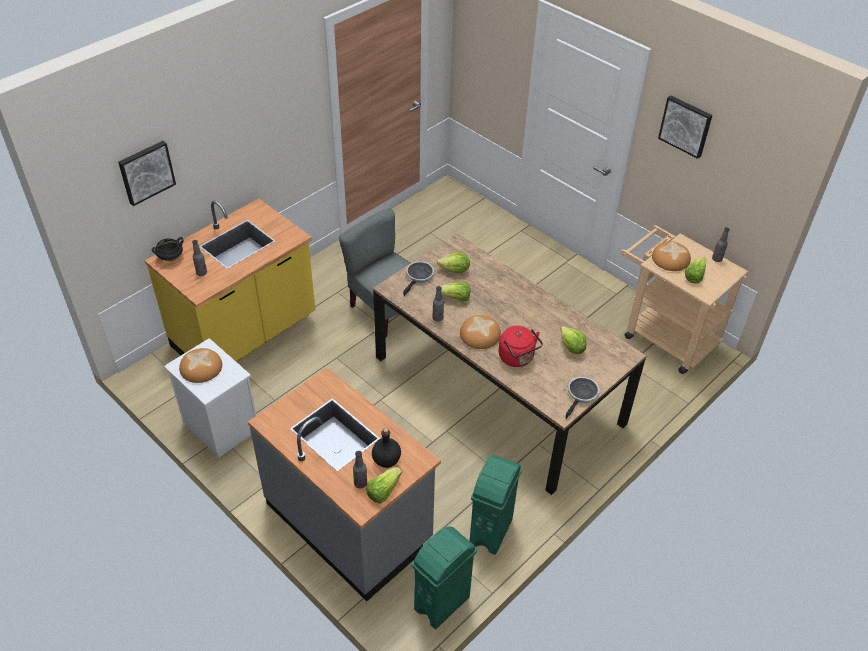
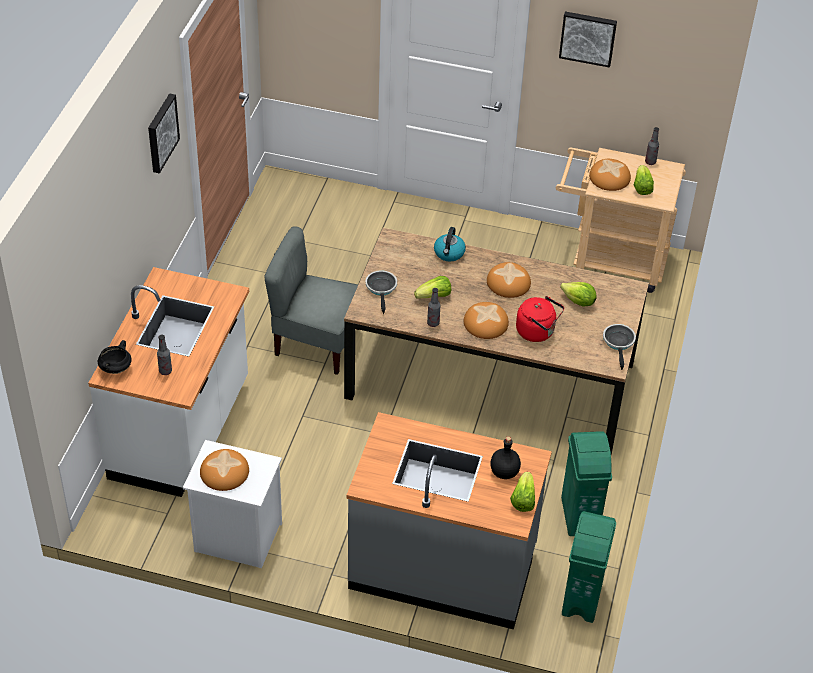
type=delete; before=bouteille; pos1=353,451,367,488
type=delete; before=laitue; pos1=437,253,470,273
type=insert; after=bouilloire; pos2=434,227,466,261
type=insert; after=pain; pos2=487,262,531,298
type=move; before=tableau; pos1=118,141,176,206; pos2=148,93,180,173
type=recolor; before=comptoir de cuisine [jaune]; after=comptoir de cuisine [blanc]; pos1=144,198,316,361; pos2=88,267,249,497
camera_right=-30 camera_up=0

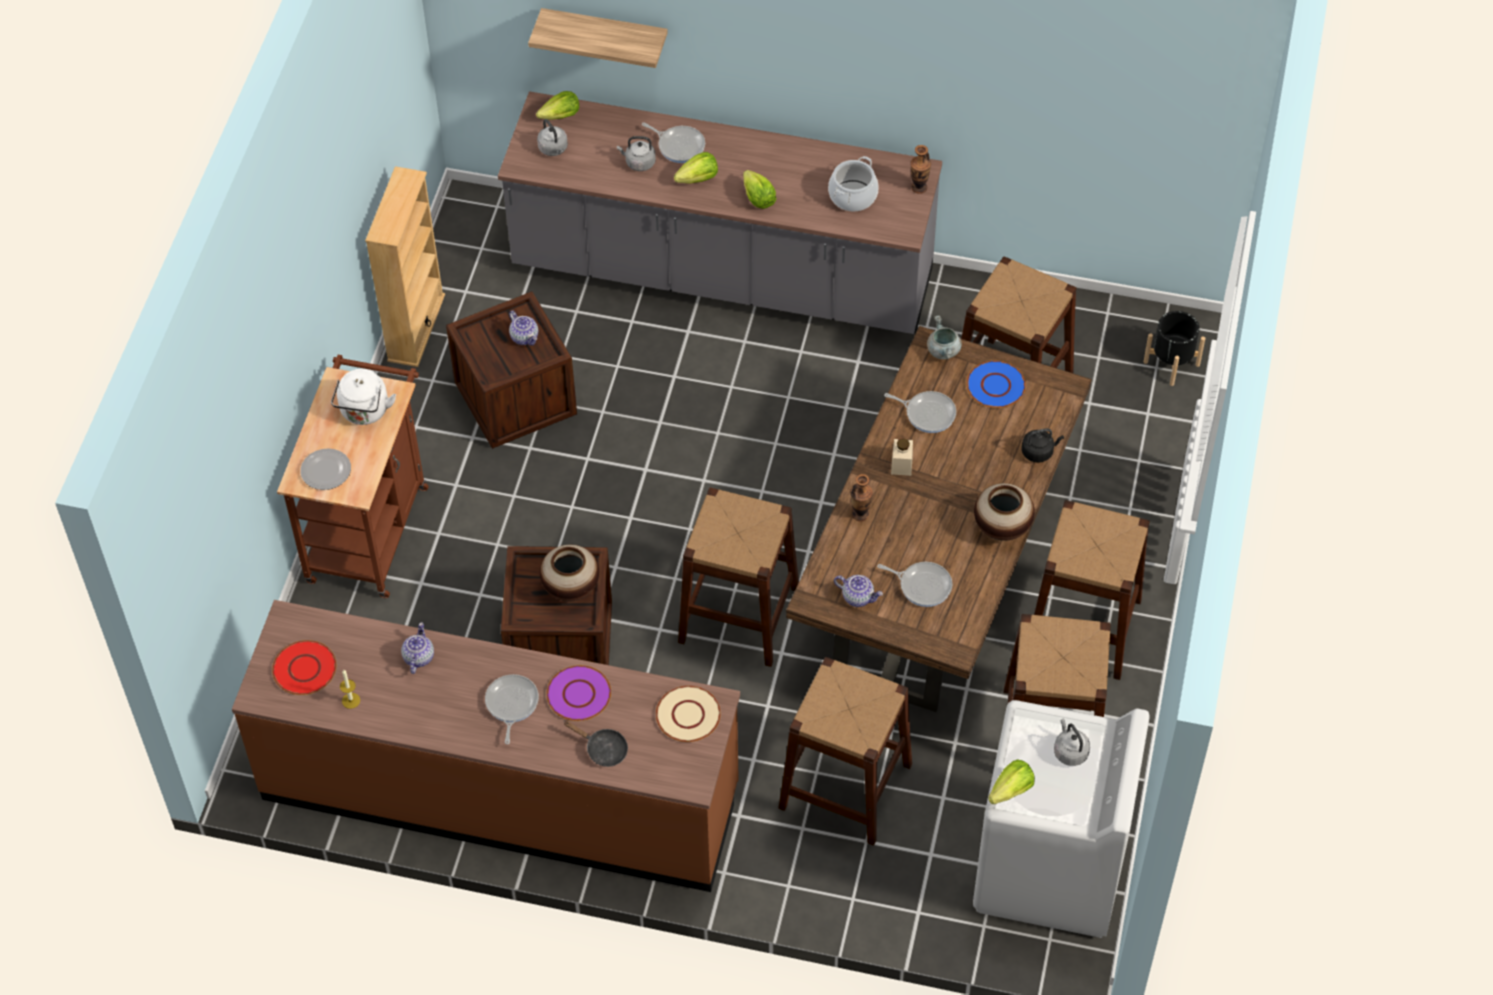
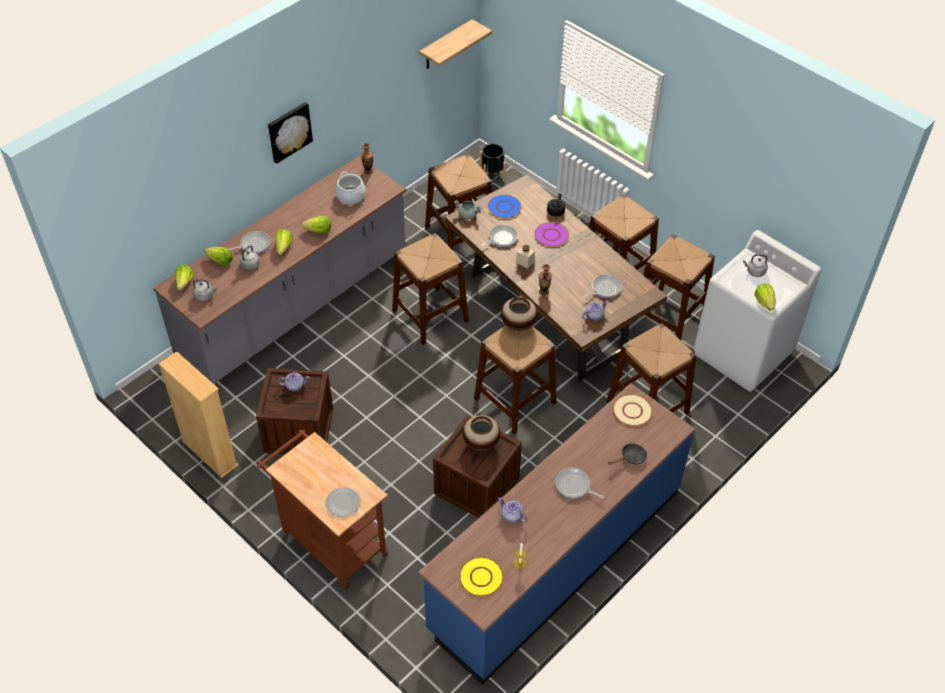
type=delete; before=bouilloire [blanc]; pos1=331,369,396,425
type=insert; after=laitue; pos2=204,247,233,266
type=insert; after=tableau; pos2=268,102,313,164
type=insert; after=tabouret [marron]; pos2=392,233,469,345
type=move; before=étagère; pos1=528,8,668,68; pos2=419,19,492,69
type=move; before=assiette [violet]; pos1=547,665,611,721; pos2=534,222,569,247
type=move; before=vase; pos1=974,483,1035,541; pos2=501,297,537,331
type=recolor; before=comptoir de cuisine [marron]; after=comptoir de cuisine [bleu]; pos1=232,600,740,892; pos2=419,383,695,685
type=recolor; before=assiette [rouge]; after=assiette [jaune]; pos1=272,640,336,695; pos2=459,557,503,596
camera_right=-60 camera_up=-5

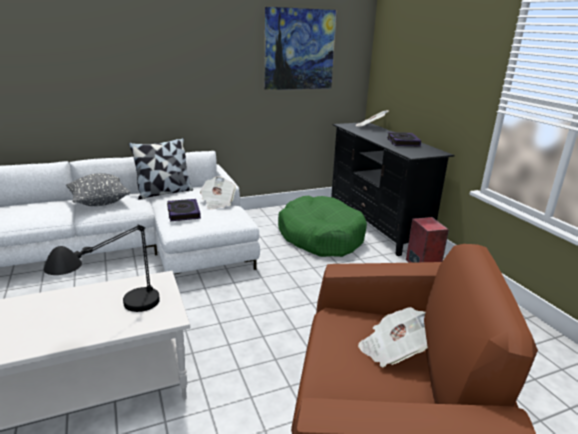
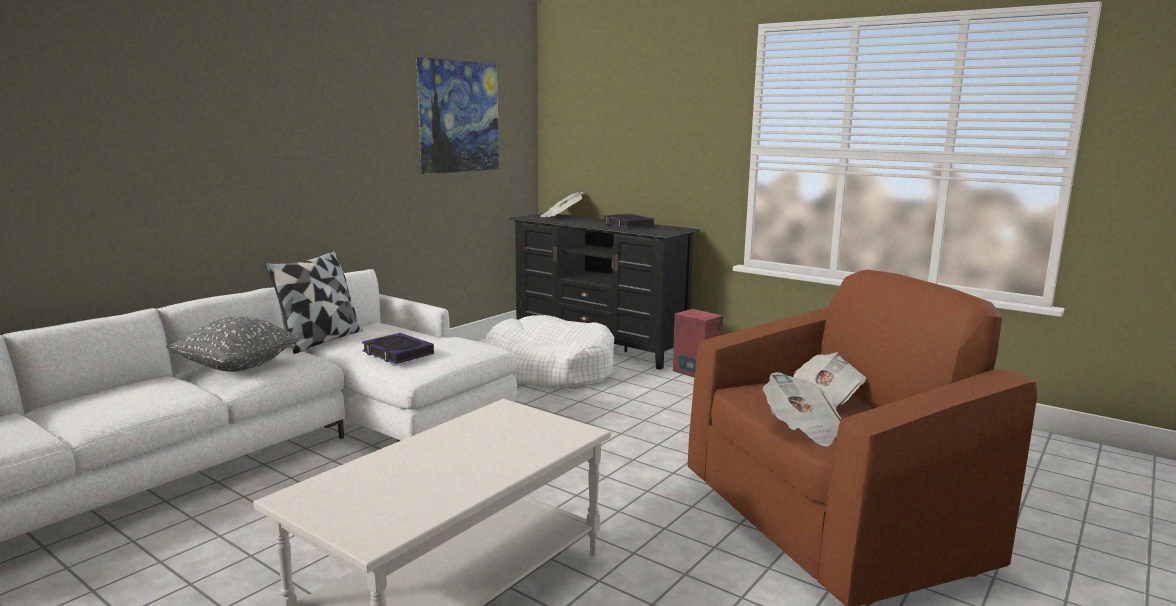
type=delete; before=lampe de table [noir]; pos1=44,225,160,312
type=move; before=journal; pos1=200,176,236,209; pos2=763,372,841,447
type=recolor; before=panier pour chien [vert]; after=panier pour chien [blanc]; pos1=278,196,367,257; pos2=484,315,614,389
camera_right=-30 camera_up=-10

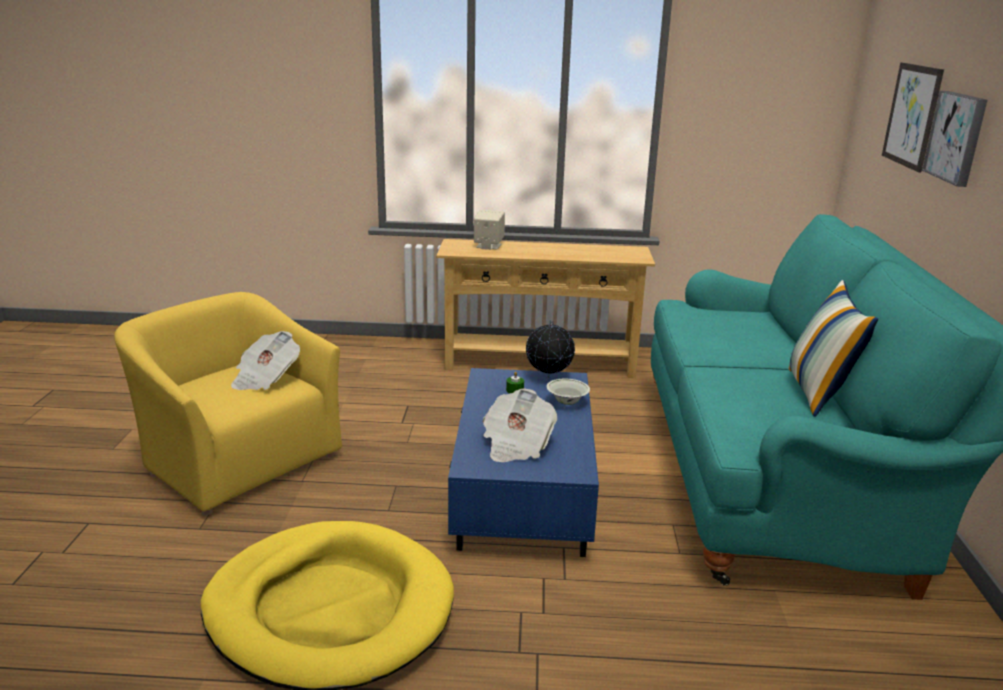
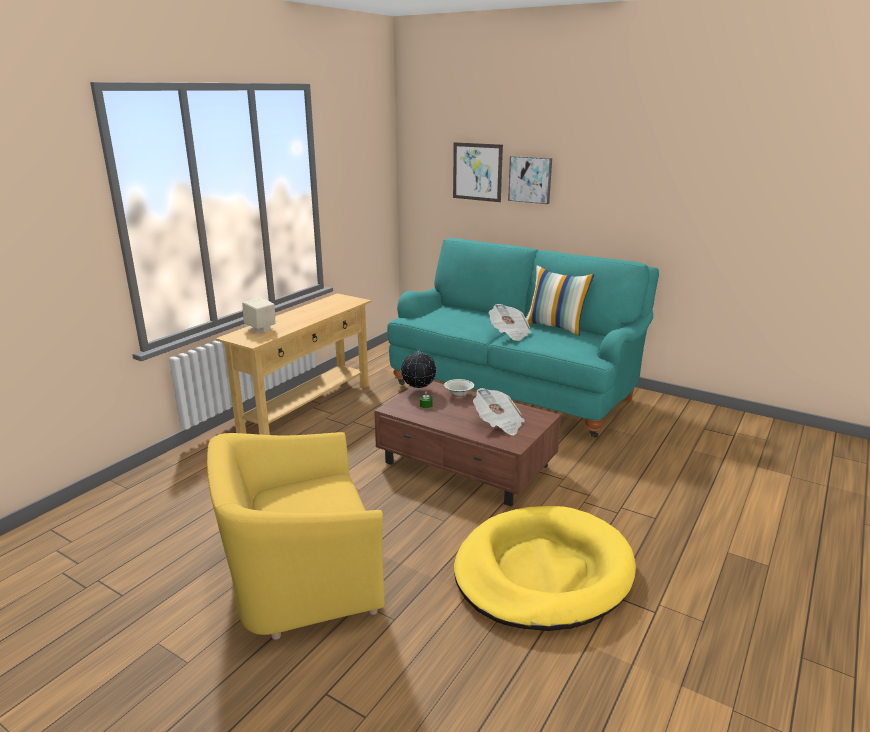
type=move; before=journal; pos1=231,331,300,390; pos2=489,304,531,341
type=recolor; before=table basse [bleu]; after=table basse [marron]; pos1=448,368,599,557; pos2=374,381,561,507
camera_right=-60 camera_up=0

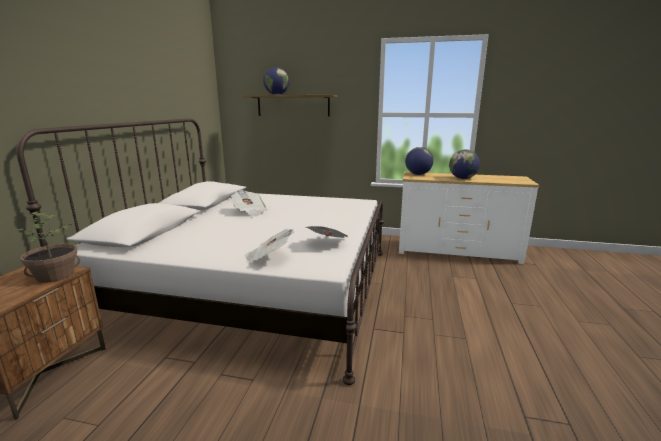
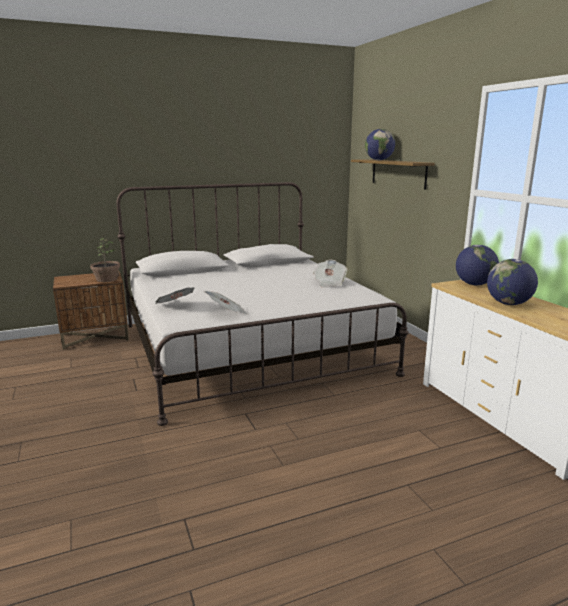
type=move; before=journal; pos1=231,190,267,217; pos2=313,260,347,288
camera_right=55 camera_up=0

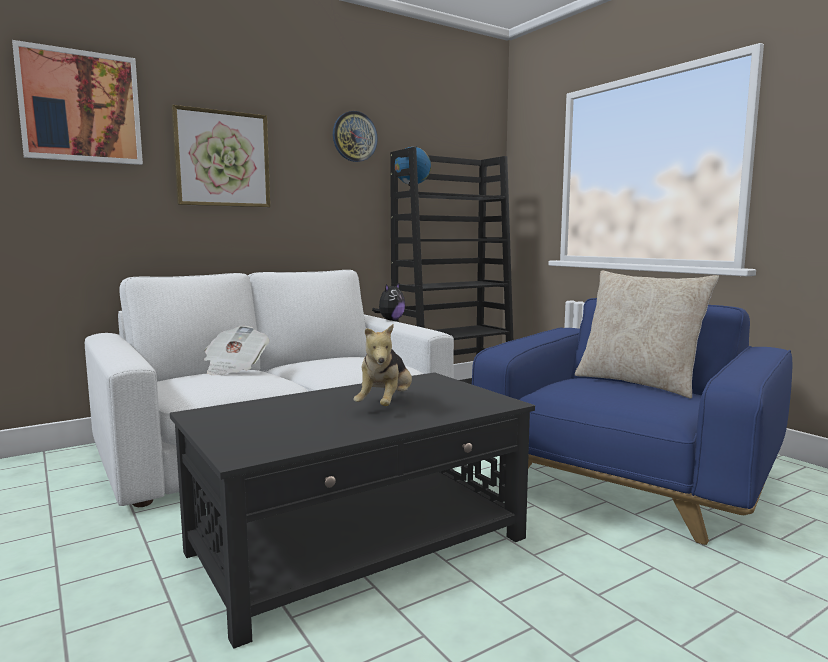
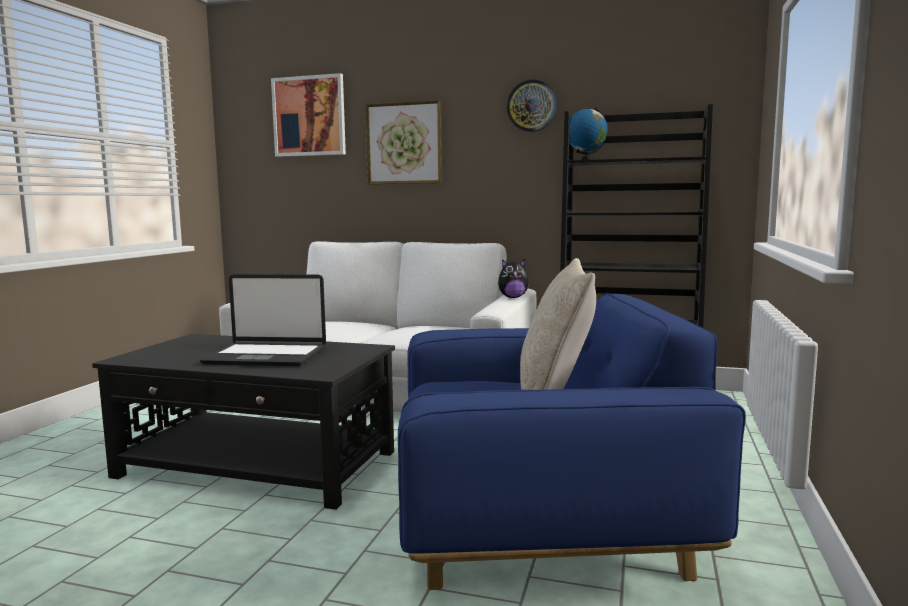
type=delete; before=journal; pos1=204,326,269,375
type=replace; before=peluche; after=ordinateur portable; pos1=354,324,412,406; pos2=200,274,326,366
camera_right=50 camera_up=0

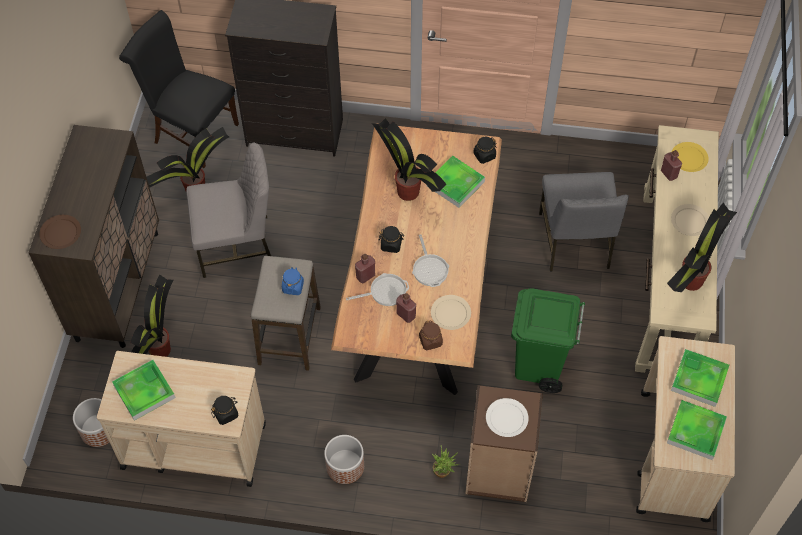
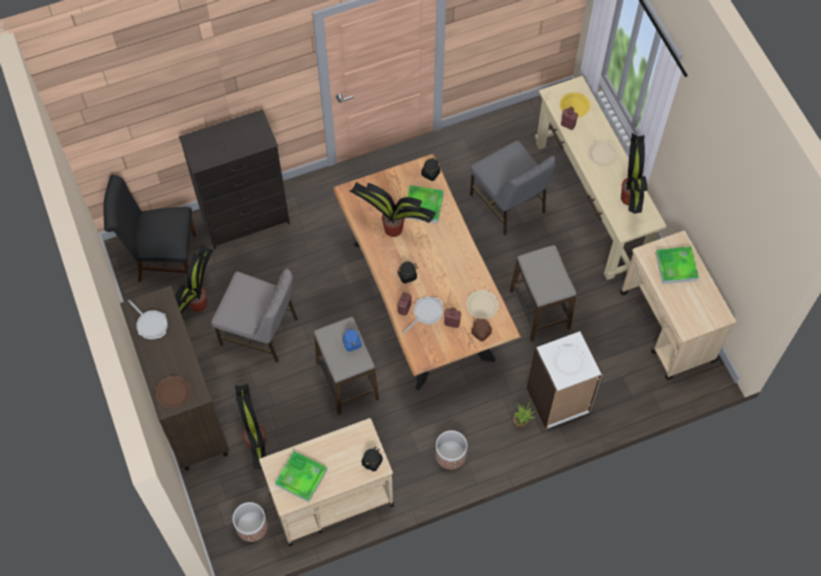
type=delete; before=plateau; pos1=667,400,727,460
type=move; before=poêle; pos1=412,234,449,287; pos2=128,300,167,339
type=replace; before=poubelle [vert]; after=tabouret; pos1=511,288,585,393; pos2=510,245,577,342
type=recolor; before=bibliothèque [marron]; after=bibliothèque [blanc]; pos1=465,385,543,502; pos2=527,331,603,429
type=rotate; before=chaise [gris]; pos1=186,143,271,278; pos2=211,269,298,363; turn=60
camera_right=-30 camera_up=5

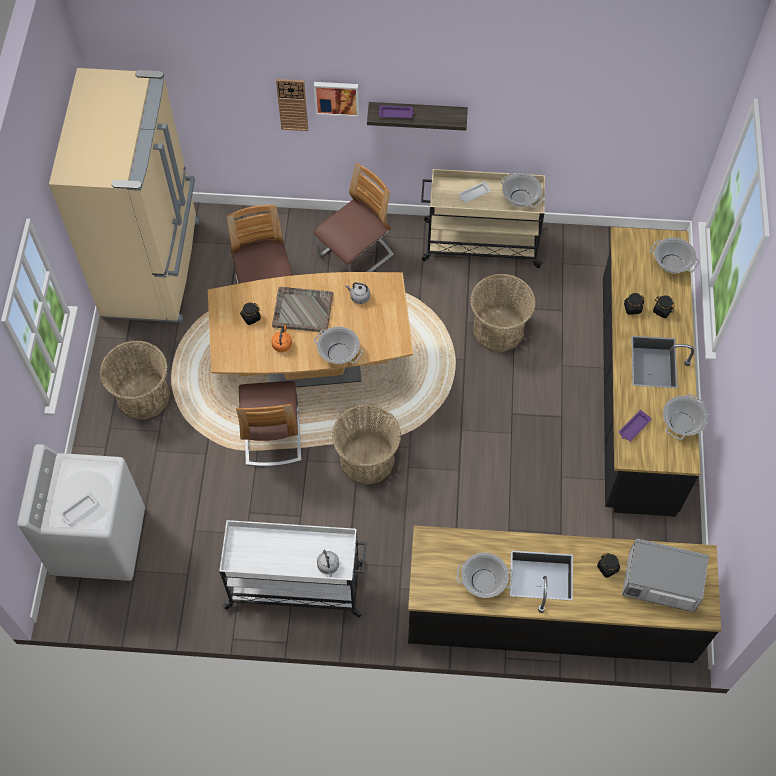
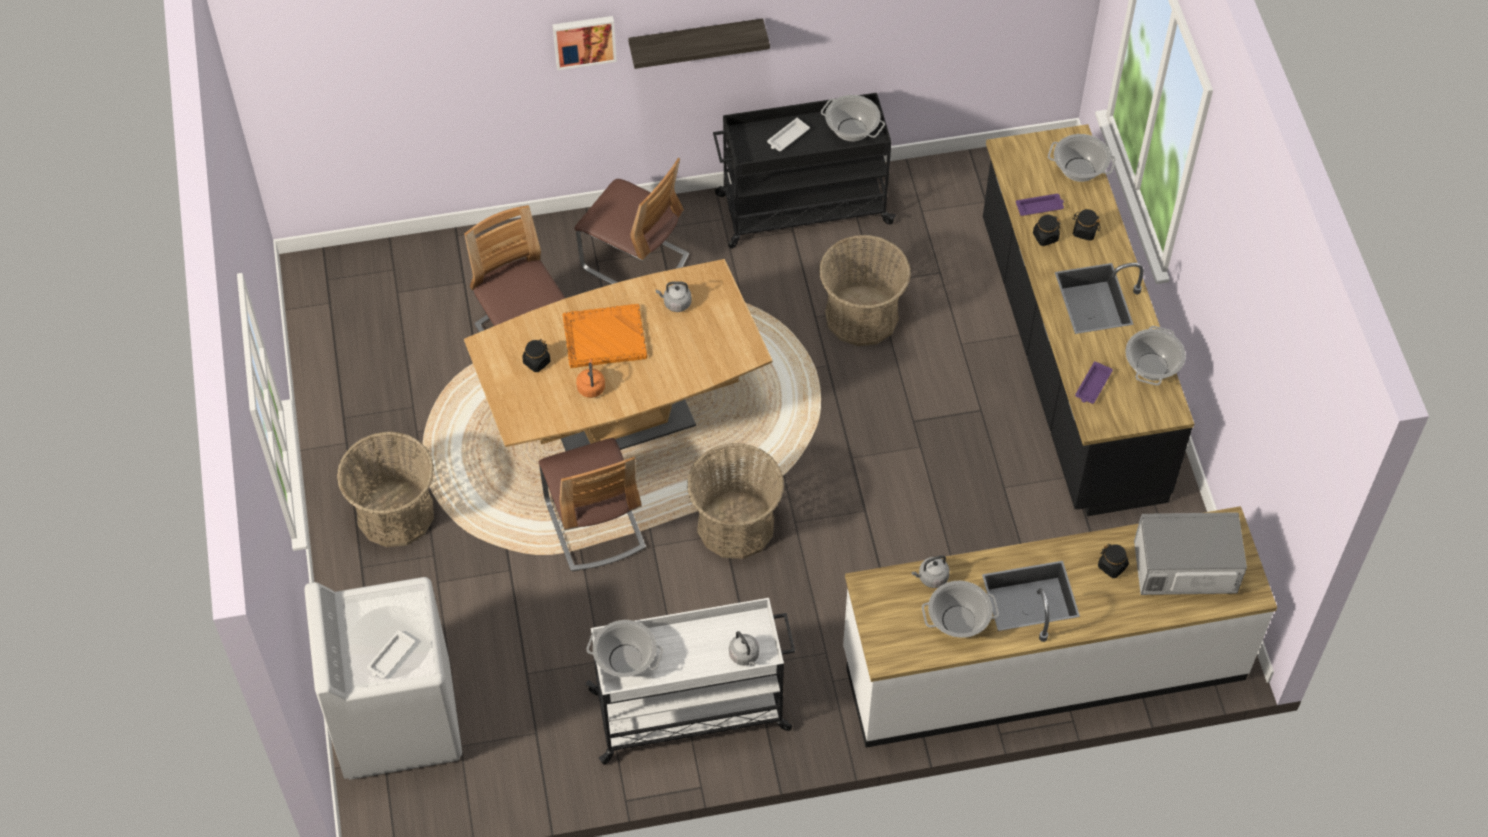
type=delete; before=réfrigérateur [beige]; pos1=49,68,200,322
type=delete; before=horloge murale; pos1=276,79,308,131
type=insert; after=bouilloire [gris]; pos2=911,555,950,588
type=move; before=marmite; pos1=314,327,363,364; pos2=586,620,663,677
type=move; before=plateau [violet]; pos1=379,105,414,118; pos2=1016,194,1064,216
type=recolor; before=plateau [gris]; after=plateau [orange]; pos1=272,287,333,332; pos2=562,304,647,368
type=recolor; before=comptoir de cuisine [noir]; after=comptoir de cuisine [blanc]; pos1=408,525,721,663; pos2=843,506,1277,748
type=recolor; before=chariot [beige]; after=chariot [noir]; pos1=421,169,545,268; pos2=713,93,896,249
type=rotate; before=chaise; pos1=314,163,394,272; pos2=574,158,689,284; turn=90
camera_right=-15 camera_up=-5

